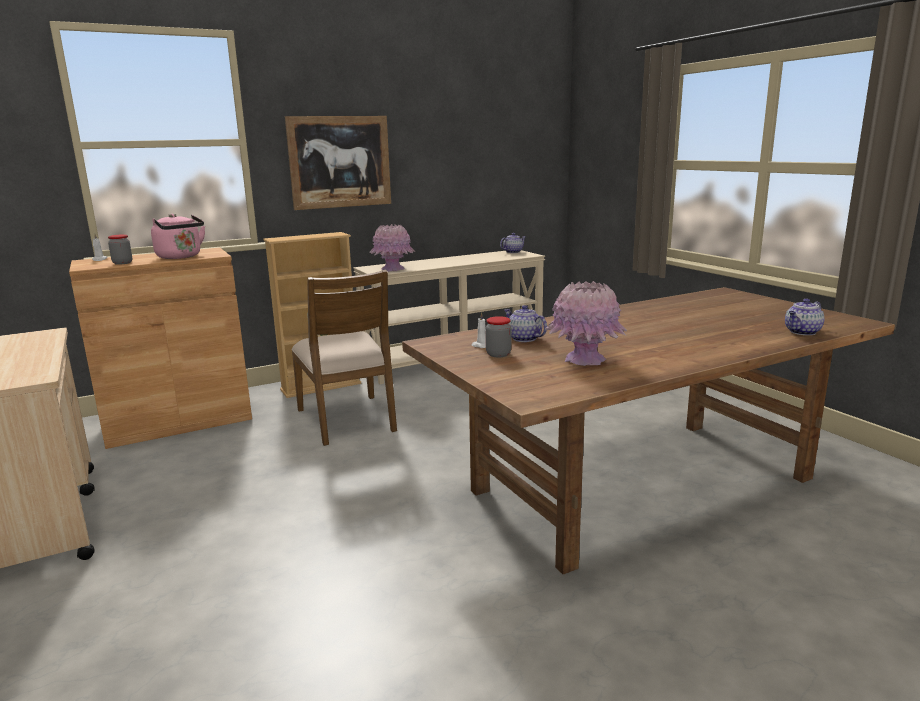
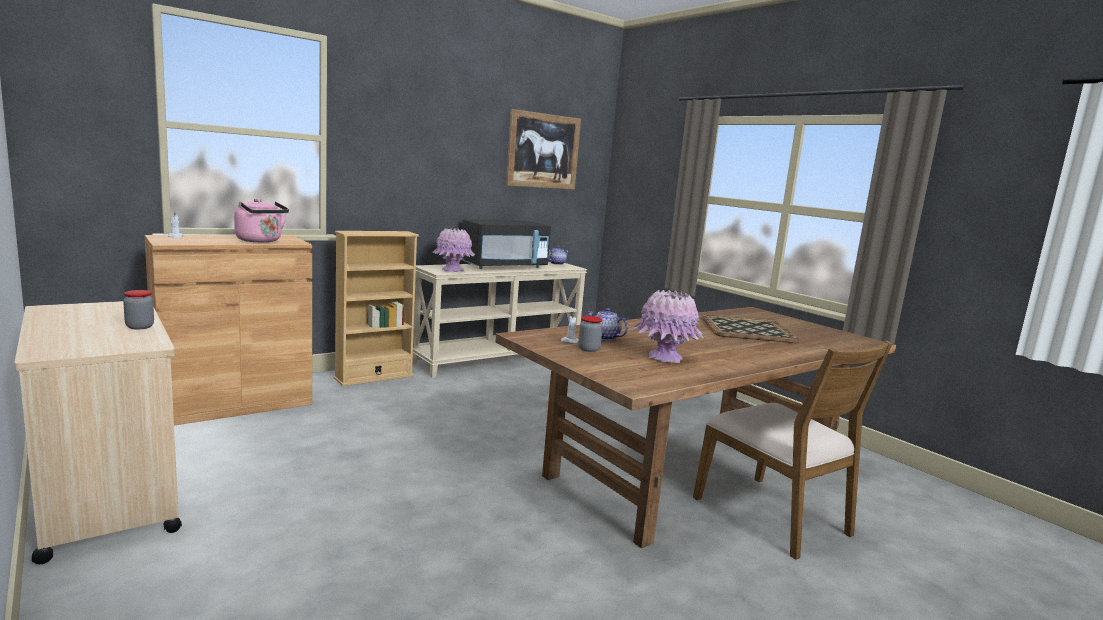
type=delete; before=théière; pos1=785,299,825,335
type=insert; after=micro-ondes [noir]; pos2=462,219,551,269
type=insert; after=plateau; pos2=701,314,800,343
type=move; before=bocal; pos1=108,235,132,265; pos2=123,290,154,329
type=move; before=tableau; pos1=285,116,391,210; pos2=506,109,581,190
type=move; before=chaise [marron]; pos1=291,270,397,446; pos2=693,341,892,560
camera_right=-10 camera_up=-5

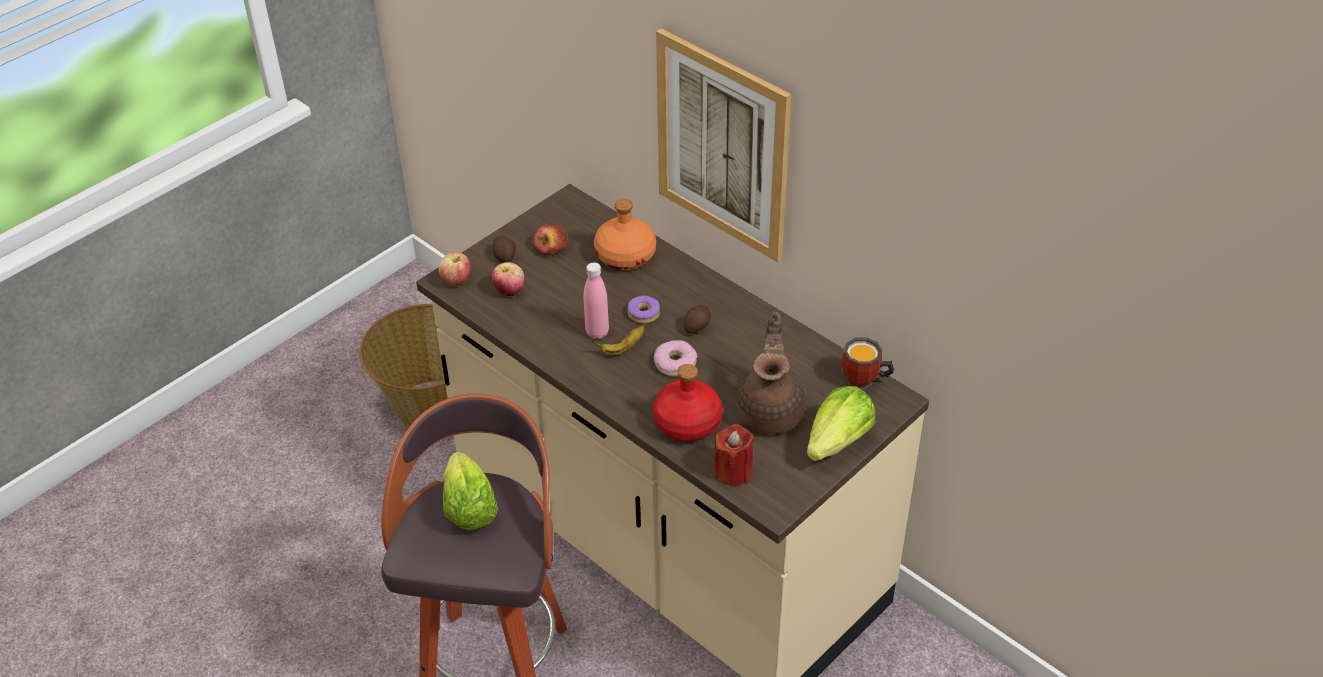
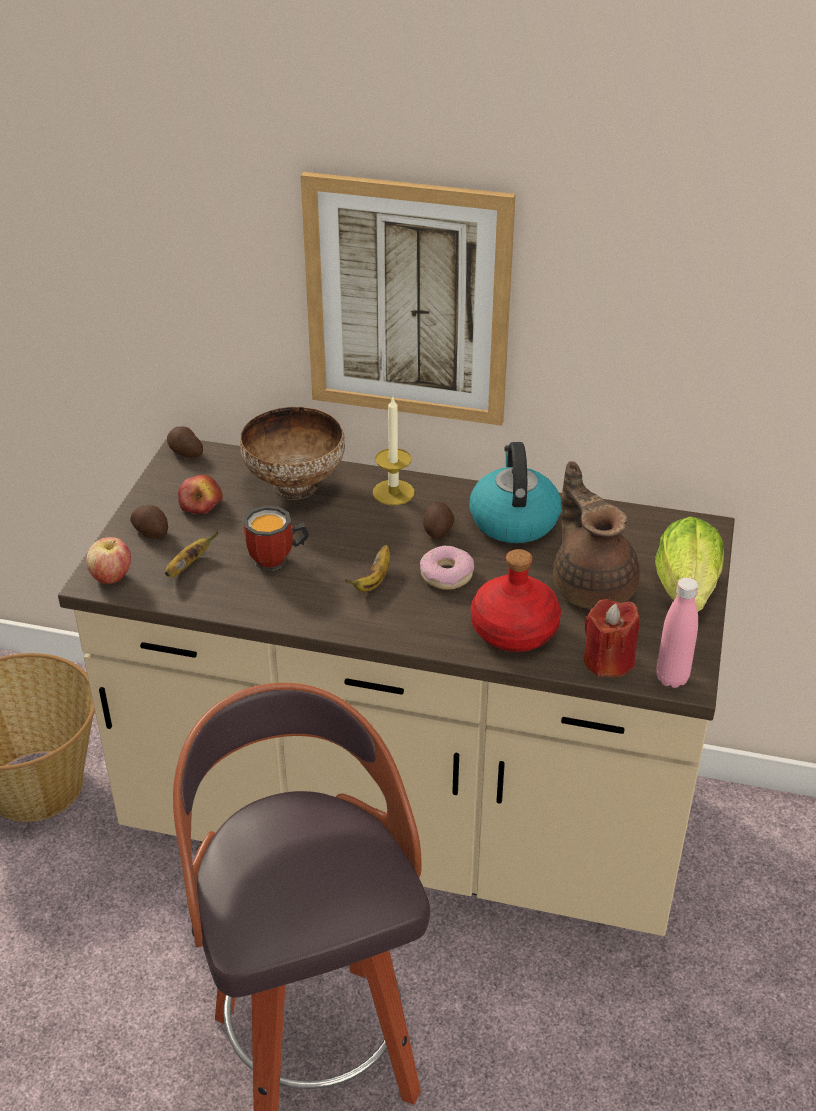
type=delete; before=laitue; pos1=443,452,498,531
type=delete; before=beignet; pos1=627,296,660,324
type=insert; after=pomme de terre; pos2=167,427,203,458
type=insert; after=bougie; pos2=373,397,415,505
type=insert; after=bouilloire; pos2=469,442,561,543
type=move; before=bouteille [rose]; pos1=584,262,609,339; pos2=656,577,699,688
type=move; before=mug; pos1=842,337,894,389; pos2=243,505,309,571
type=replace; before=pomme; after=banane; pos1=492,262,525,296; pos2=165,531,218,577
type=replace; before=bouteille [orange]; after=bol; pos1=594,199,656,270; pos2=240,407,345,500
camera_right=-30 camera_up=-5

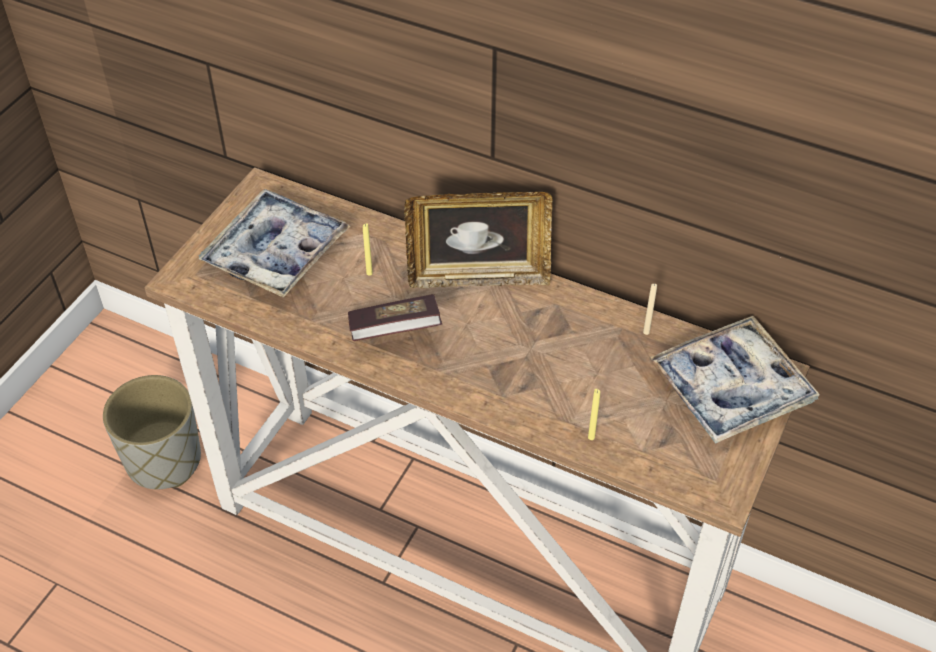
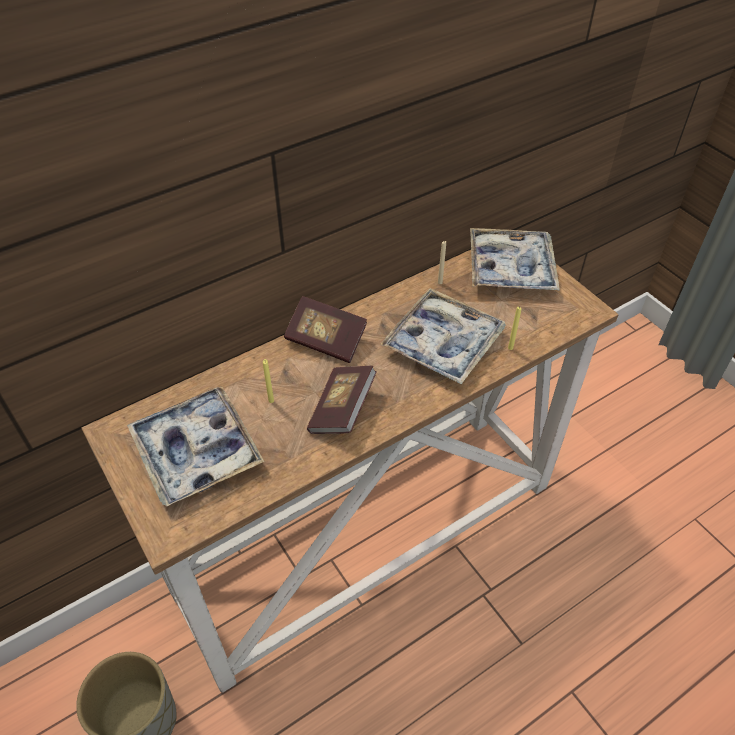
type=insert; after=plateau; pos2=380,288,506,385
type=replace; before=cadre photo; after=livre; pos1=404,192,553,288; pos2=284,296,367,363
camera_right=-60 camera_up=0

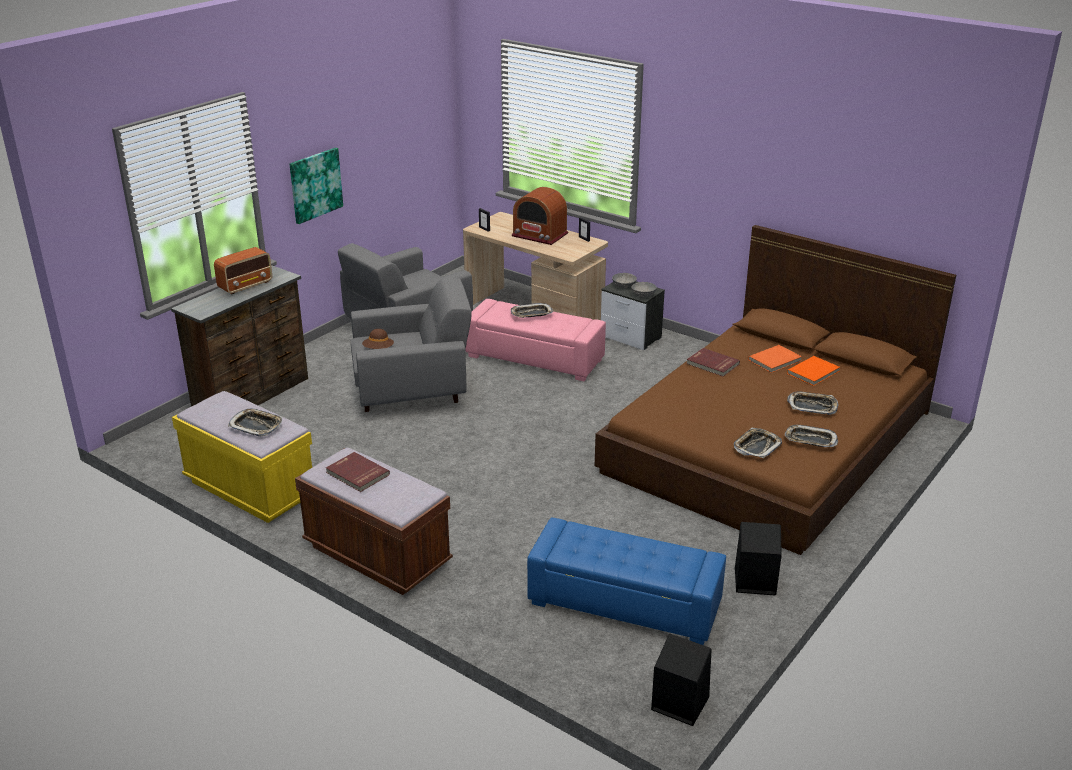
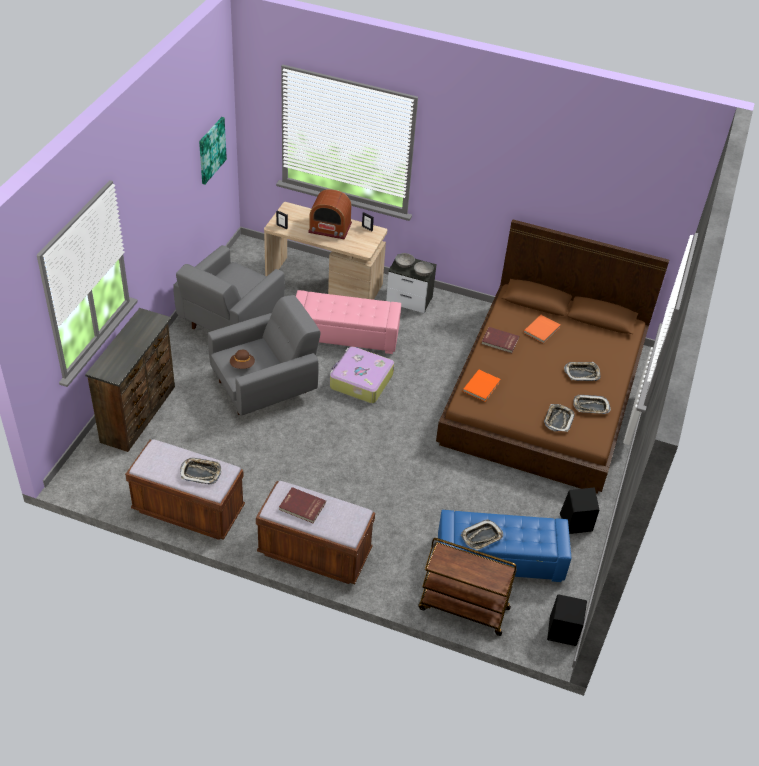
type=delete; before=radio; pos1=214,247,272,295
type=insert; after=valise; pos2=330,346,394,403
type=insert; after=chariot [marron]; pos2=418,538,517,636
type=move; before=tableau; pos1=290,148,343,224; pos2=199,117,227,185
type=move; before=plateau; pos1=511,303,553,318; pos2=461,520,503,550
type=move; before=livre [orange]; pos1=787,356,840,386; pos2=463,370,501,402
type=recolor; before=banc [jaune]; after=banc [marron]; pos1=172,391,312,523; pos2=125,439,245,540
camera_right=-20 camera_up=15

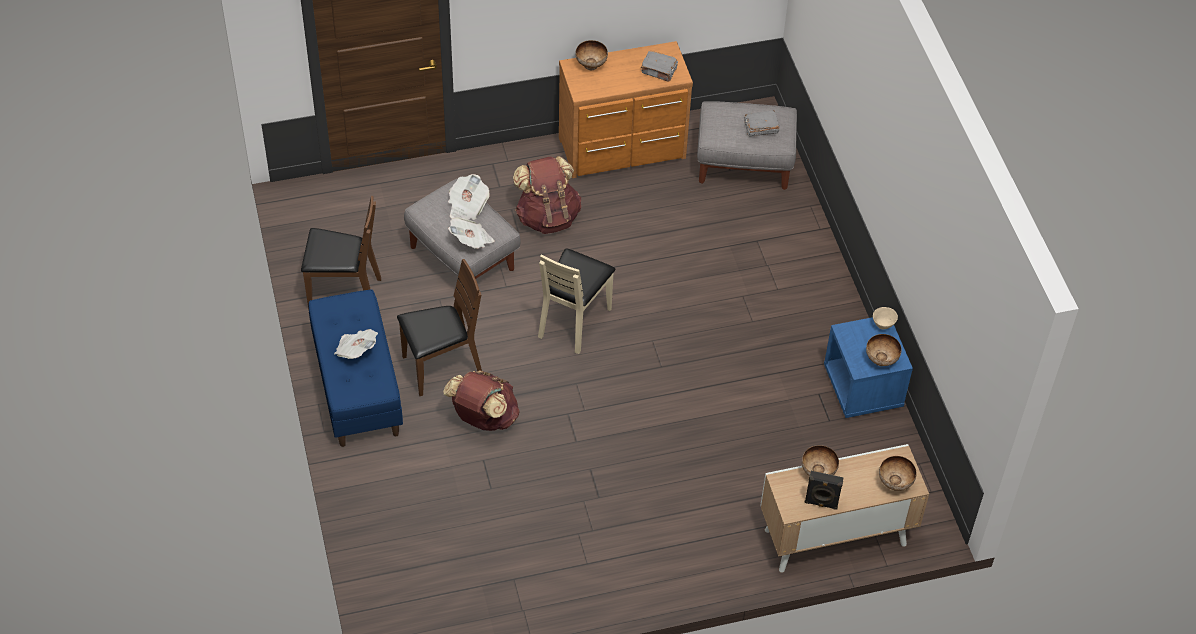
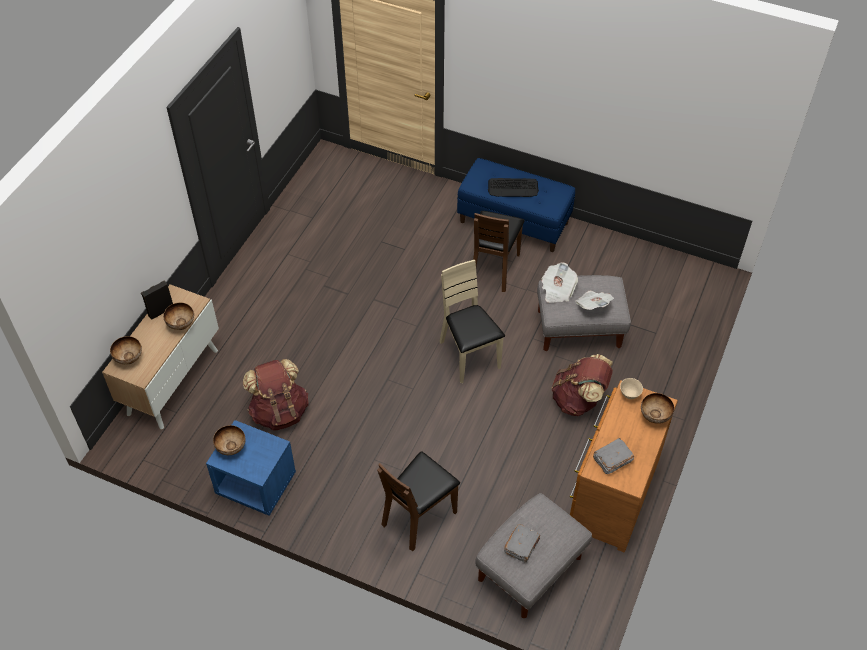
type=move; before=chaise [marron]; pos1=301,196,381,310; pos2=377,451,460,551
type=move; before=sac à dos [marron]; pos1=443,370,520,431; pos2=243,359,309,431
type=move; before=bol [beige]; pos1=873,307,898,329; pos2=620,378,643,399
type=replace; before=journal; after=clavier; pos1=334,329,378,359; pos2=488,178,539,197
camera_right=130 camera_up=0

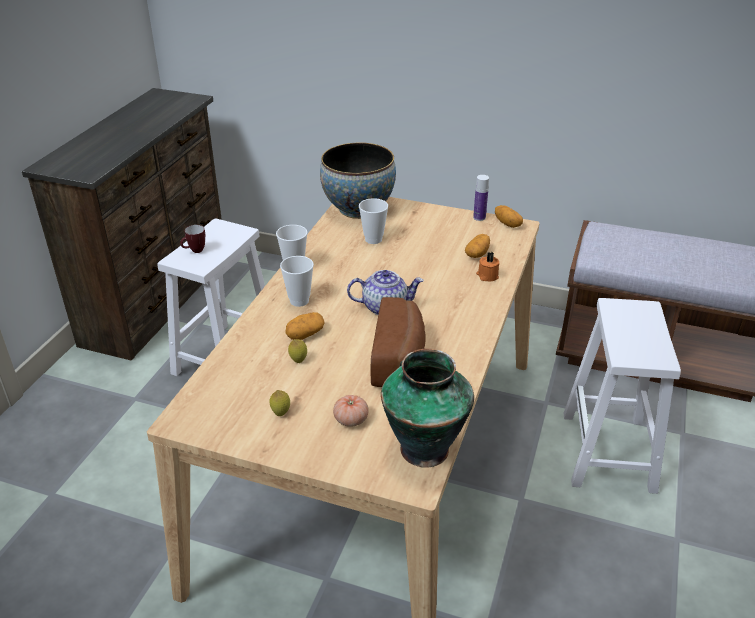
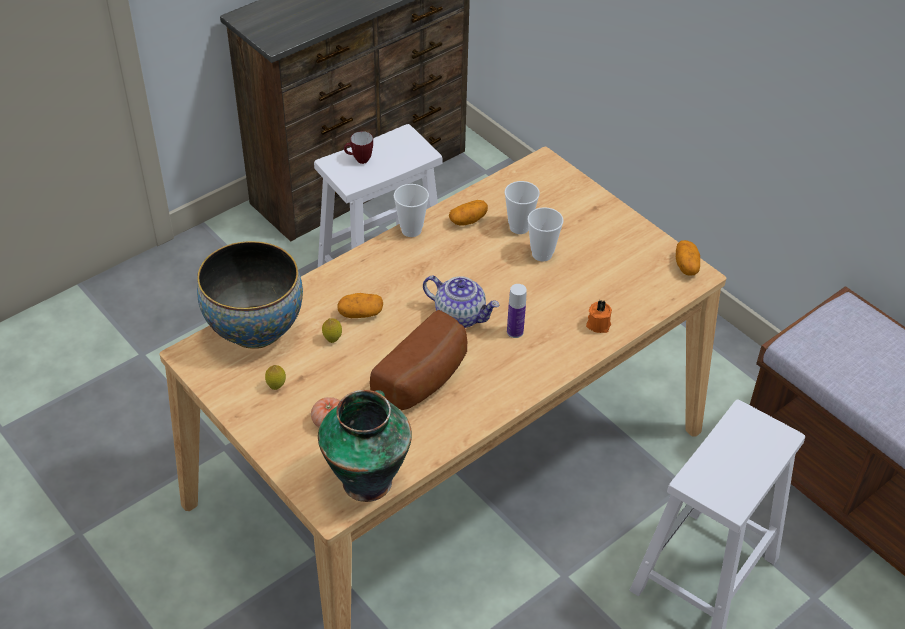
type=move; before=tasse; pos1=280,256,314,307; pos2=527,207,563,261
type=move; before=bol; pos1=320,142,396,219; pos2=197,241,303,349
type=move; before=pomme de terre; pos1=465,234,490,258; pos2=449,200,488,225
type=move; before=bouteille; pos1=473,175,489,221; pos2=507,284,527,338
camera_right=30 camera_up=10

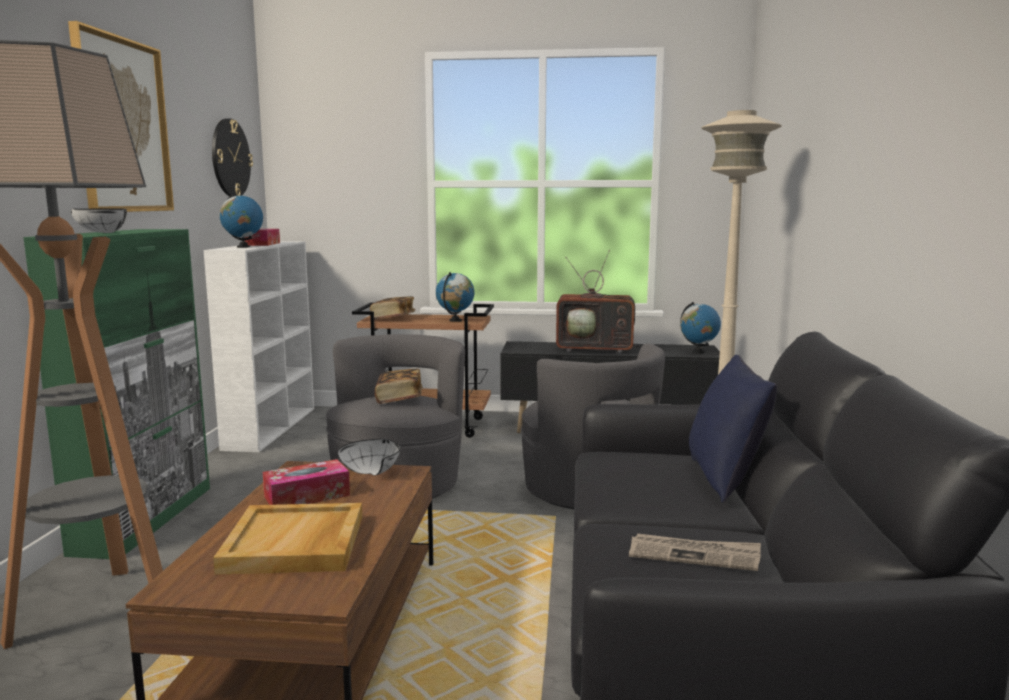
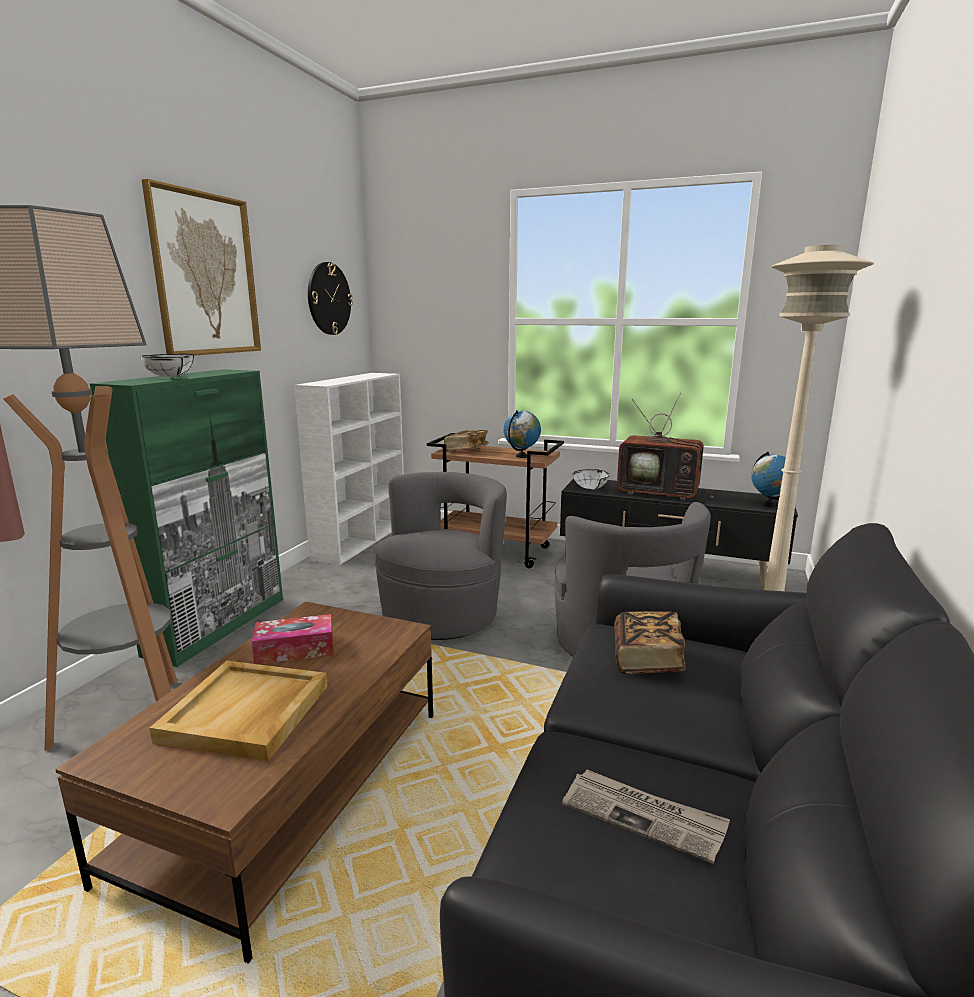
type=delete; before=globe; pos1=220,194,263,248
type=delete; before=boîte à mouchoirs; pos1=244,229,280,246
type=delete; before=coussin [bleu]; pos1=689,355,777,503
type=move; before=bol [blanc]; pos1=338,439,400,476; pos2=573,470,610,490
type=move; before=livre; pos1=374,369,423,404; pos2=614,611,685,674
camera_right=15 camera_up=5

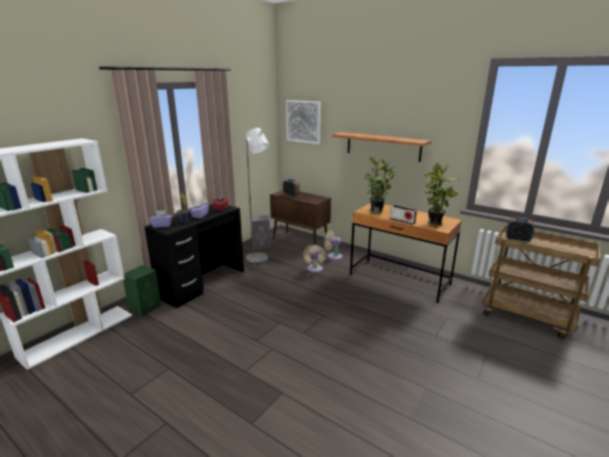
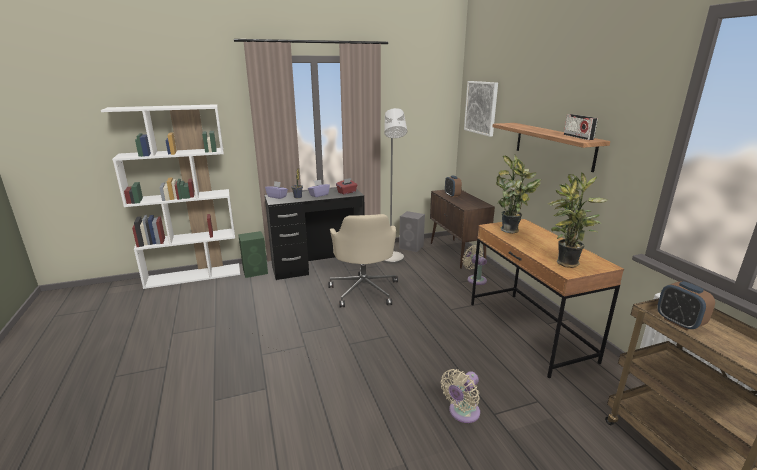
type=insert; after=chaise de bureau [beige]; pos2=328,214,398,307
type=move; before=ventilateur [beige]; pos1=303,245,325,273; pos2=441,369,480,423
type=move; before=radio; pos1=390,204,417,225; pos2=564,114,598,140
camera_right=35 camera_up=0

